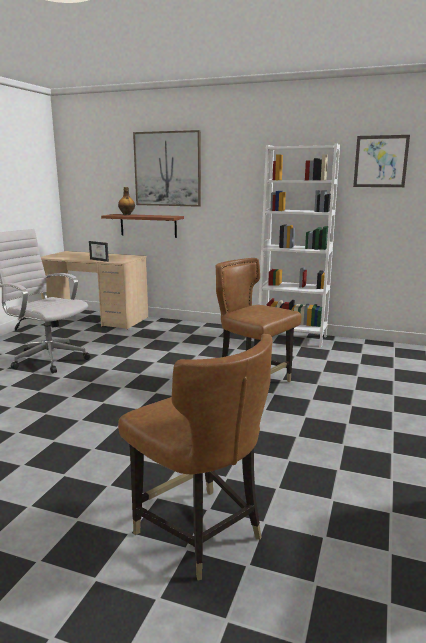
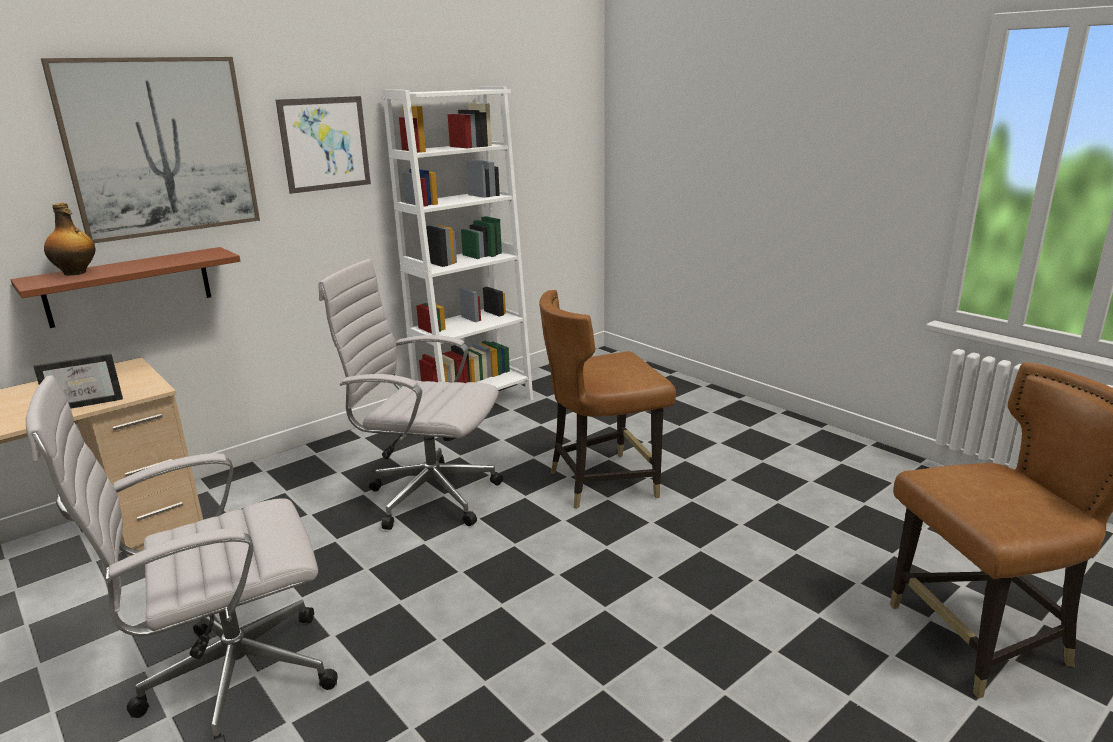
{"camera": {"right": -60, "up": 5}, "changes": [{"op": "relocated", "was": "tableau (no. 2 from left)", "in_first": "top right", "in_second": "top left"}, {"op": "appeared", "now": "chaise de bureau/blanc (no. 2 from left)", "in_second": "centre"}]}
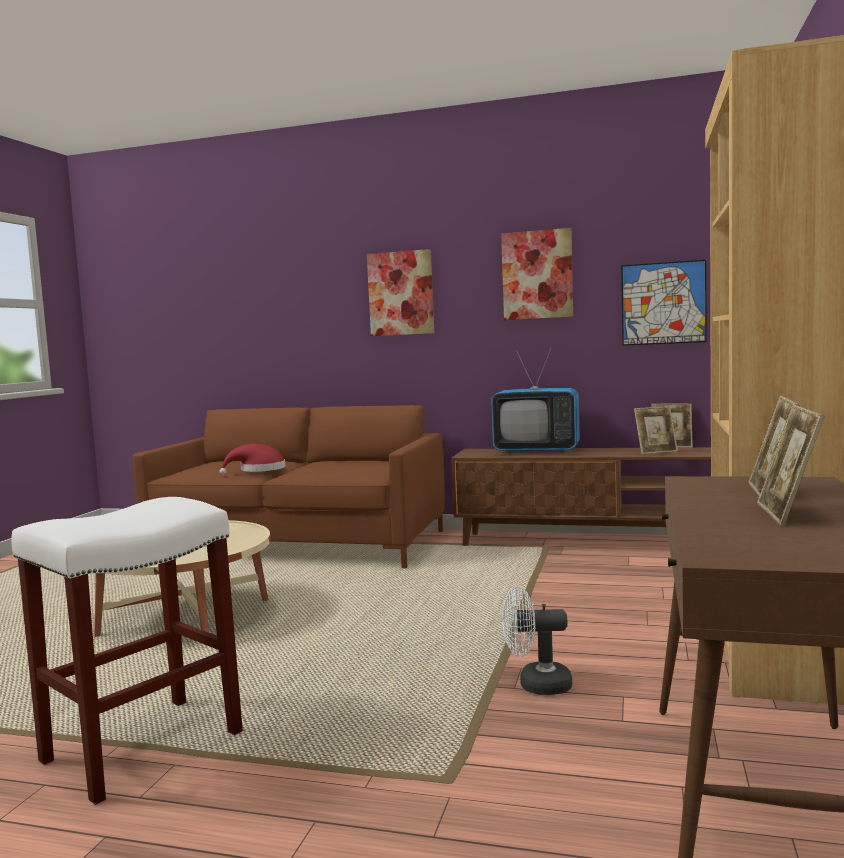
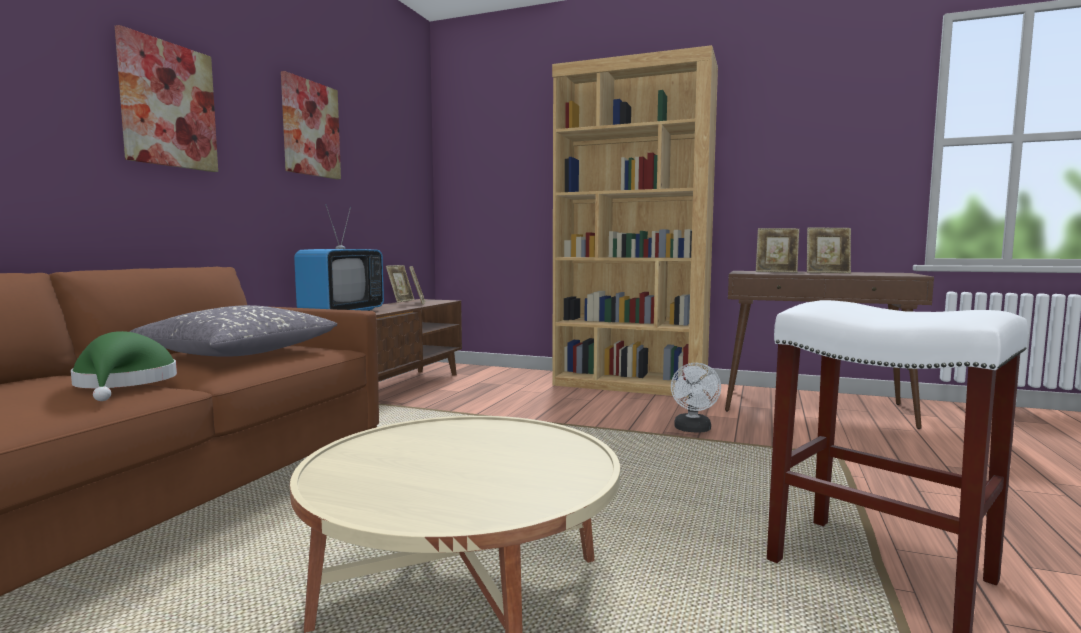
{"camera": {"right": -85, "up": 0}, "changes": [{"op": "colour", "was": "chapeau/rouge", "now": "chapeau/vert", "in_first": "middle left", "in_second": "middle left"}, {"op": "missing", "was": "tableau (no. 3 from left)", "in_first": "middle right"}, {"op": "appeared", "now": "coussin/gris", "in_second": "middle left"}]}
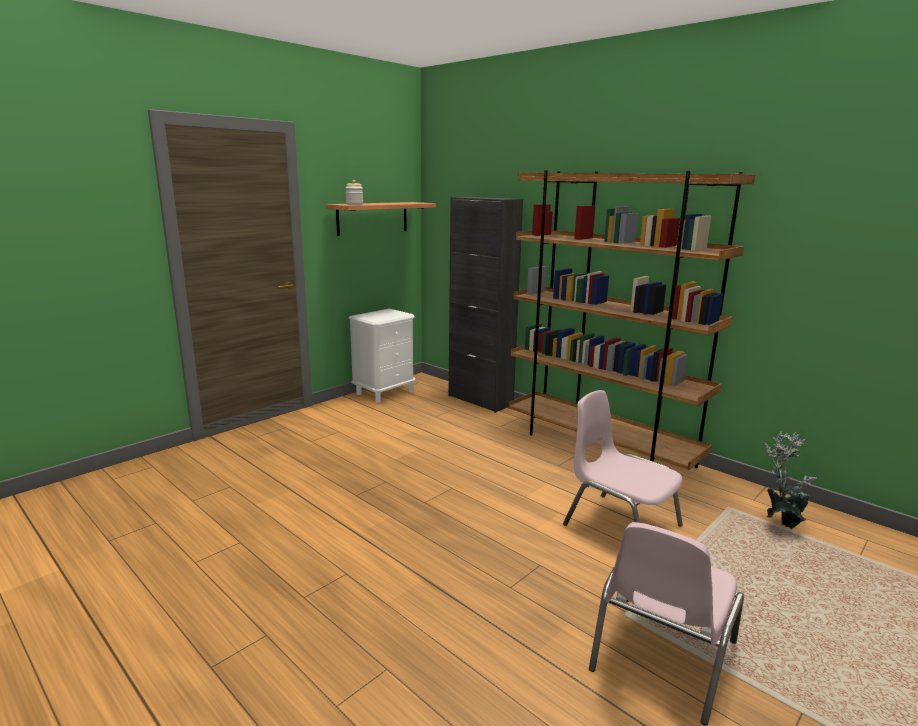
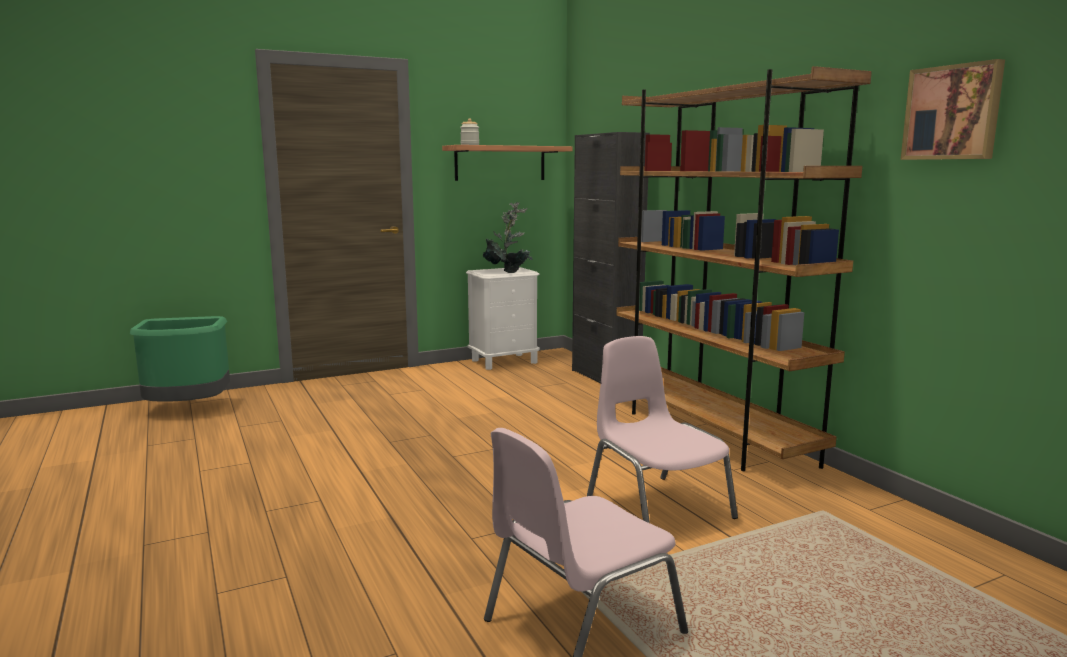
{"camera": {"right": 20, "up": -5}, "changes": [{"op": "relocated", "was": "plante en pot", "in_first": "middle right", "in_second": "centre"}, {"op": "appeared", "now": "poubelle/vert", "in_second": "middle left"}, {"op": "appeared", "now": "tableau", "in_second": "top right"}]}
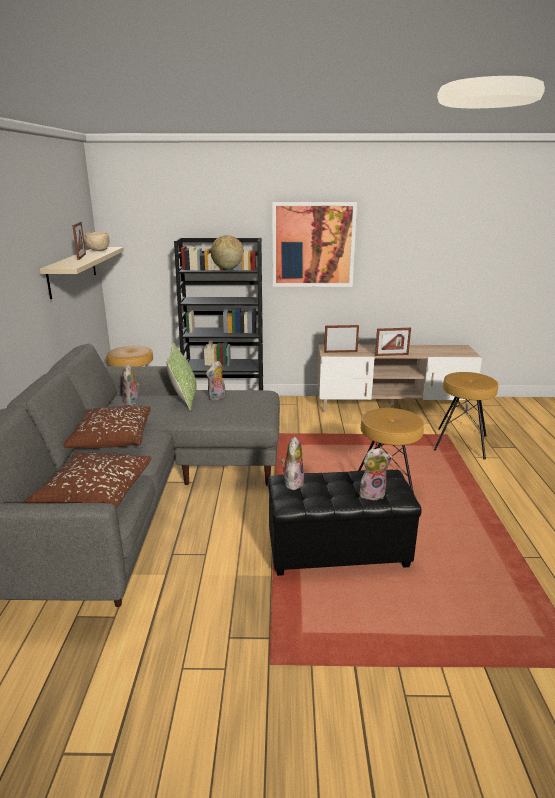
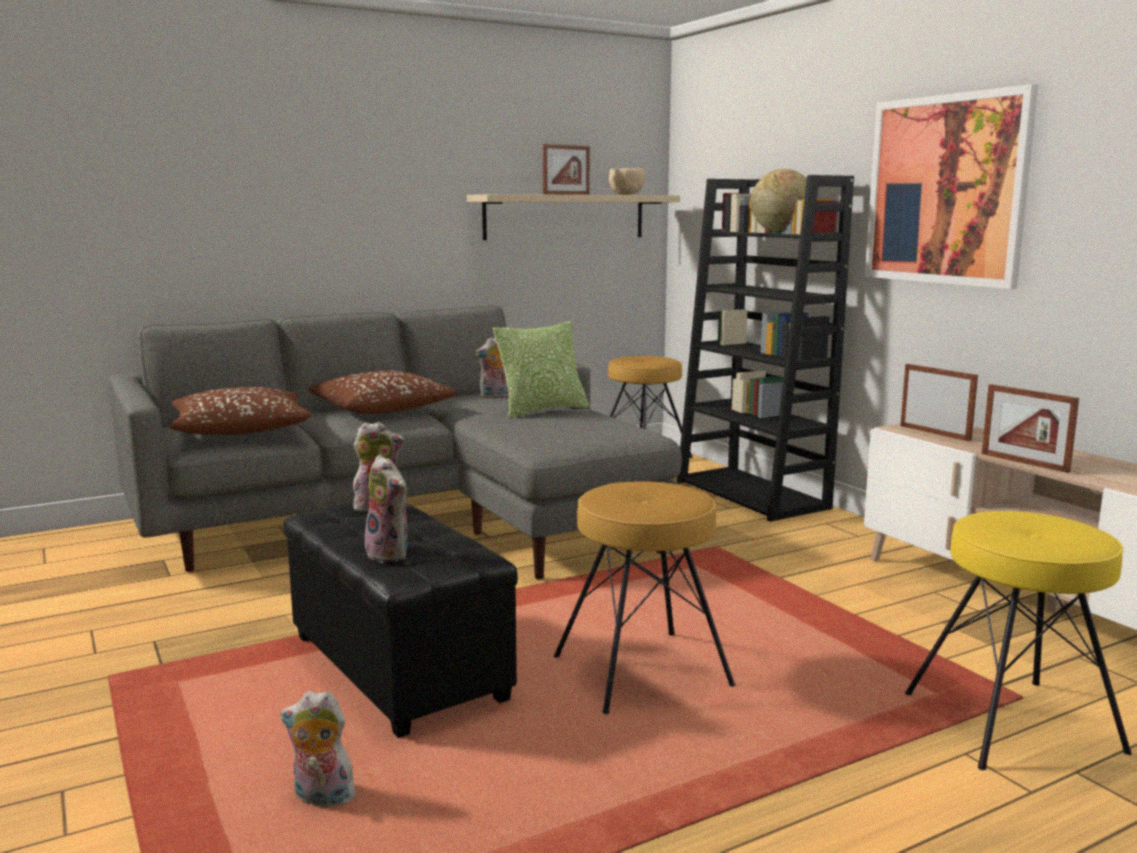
{"camera": {"right": 60, "up": -10}, "changes": [{"op": "relocated", "was": "peluche (no. 2 from left in the first image)", "now": "peluche (no. 1 from left)", "in_first": "centre", "in_second": "bottom left"}, {"op": "colour", "was": "tabouret/marron (no. 3 from left)", "now": "tabouret/jaune", "in_first": "middle right", "in_second": "bottom right"}]}
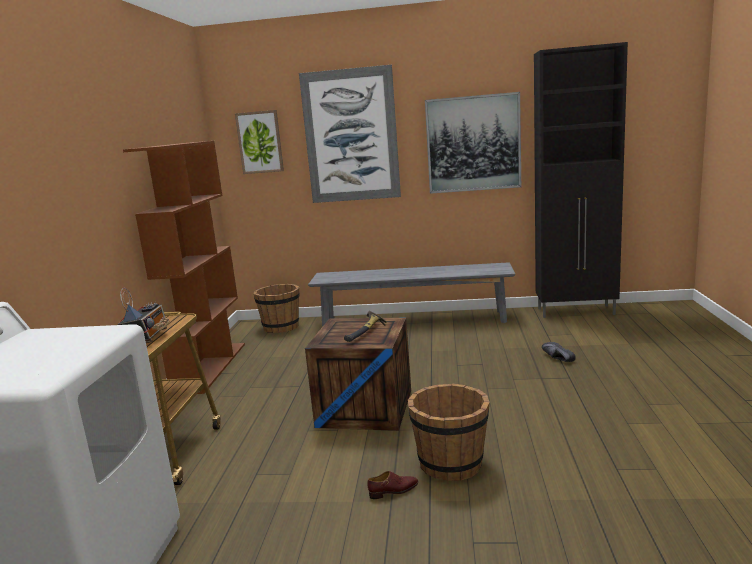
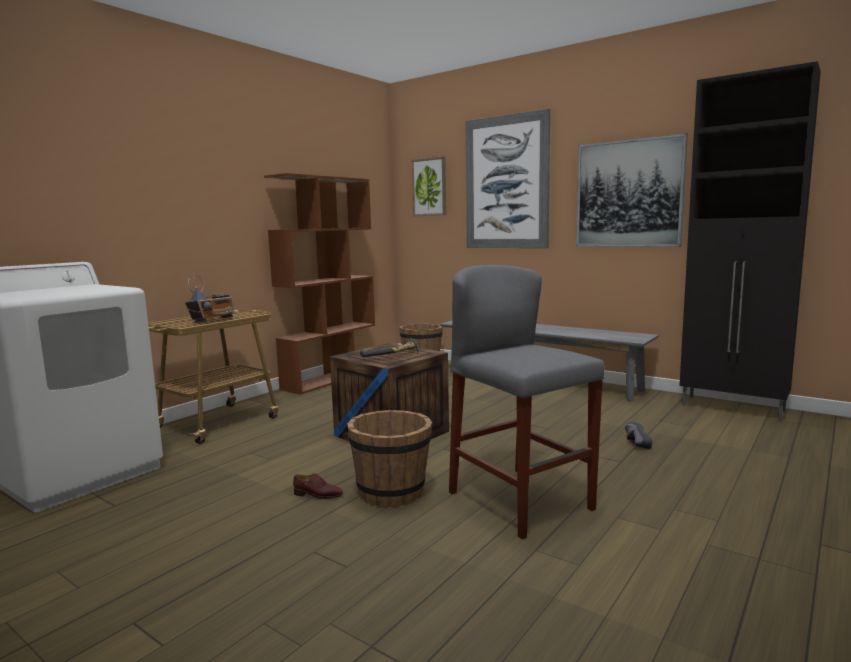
{"camera": {"right": 30, "up": -5}, "changes": [{"op": "appeared", "now": "tabouret/gris", "in_second": "centre"}]}
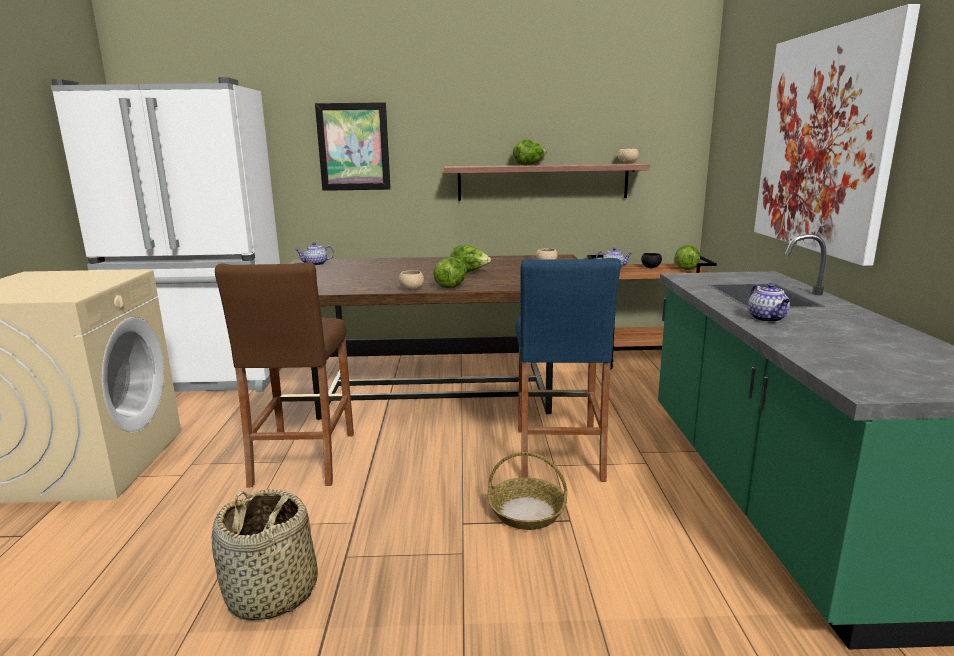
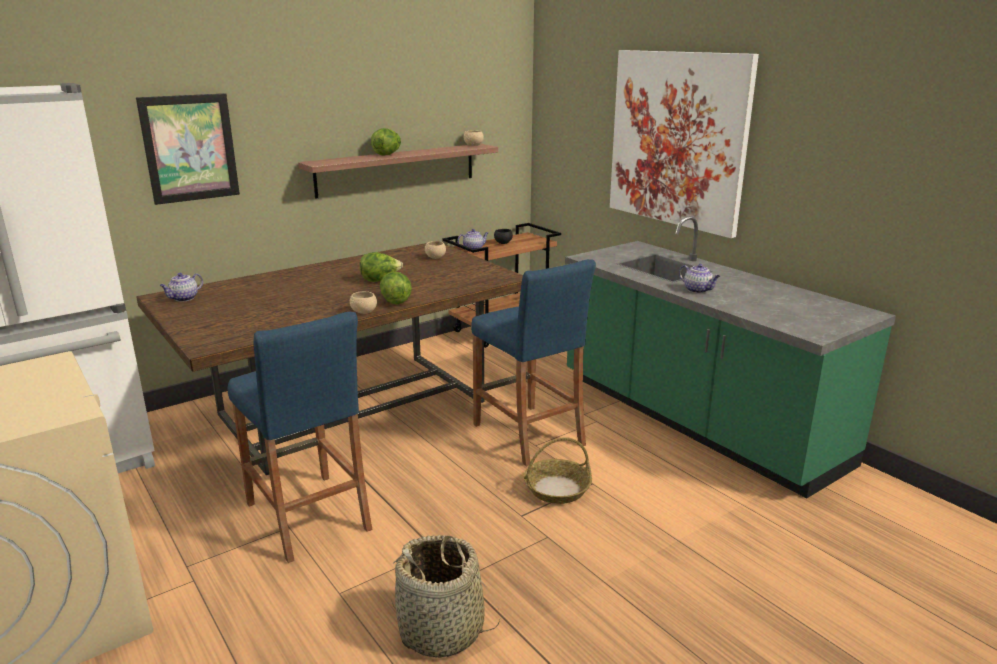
{"camera": {"right": -35, "up": 5}, "changes": [{"op": "colour", "was": "tabouret/marron", "now": "tabouret/bleu (no. 1 from left)", "in_first": "middle left", "in_second": "middle left"}, {"op": "missing", "was": "laitue (no. 4 from left)", "in_first": "middle right"}]}
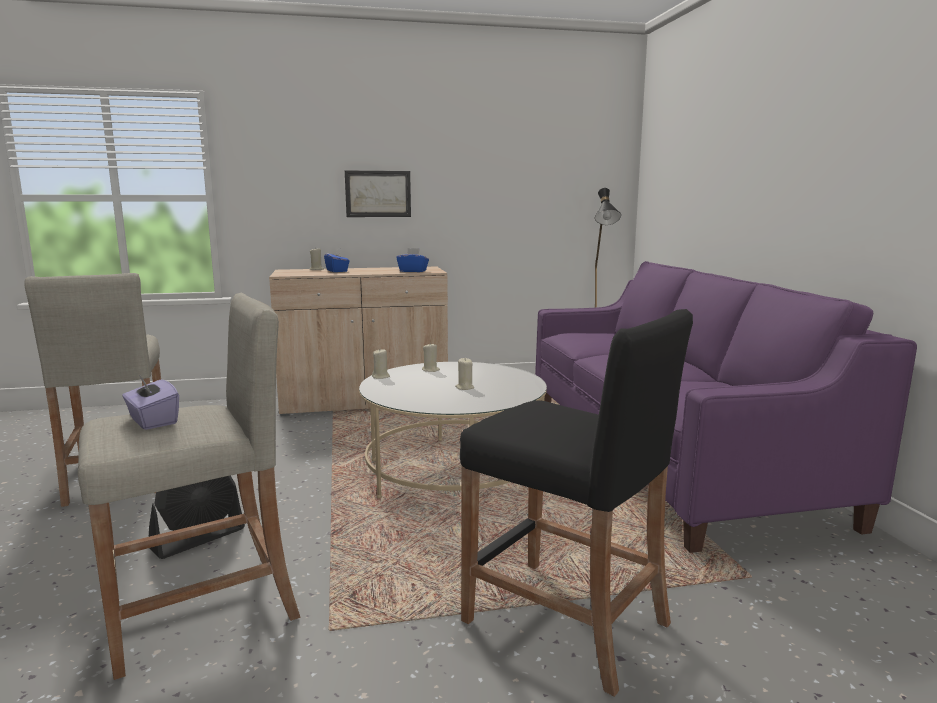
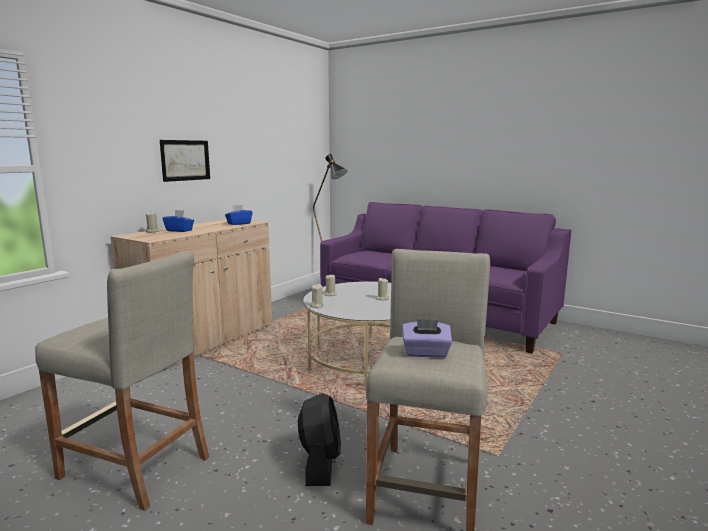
{"camera": {"right": -45, "up": 0}, "changes": [{"op": "missing", "was": "tabouret/noir", "in_first": "bottom centre"}]}
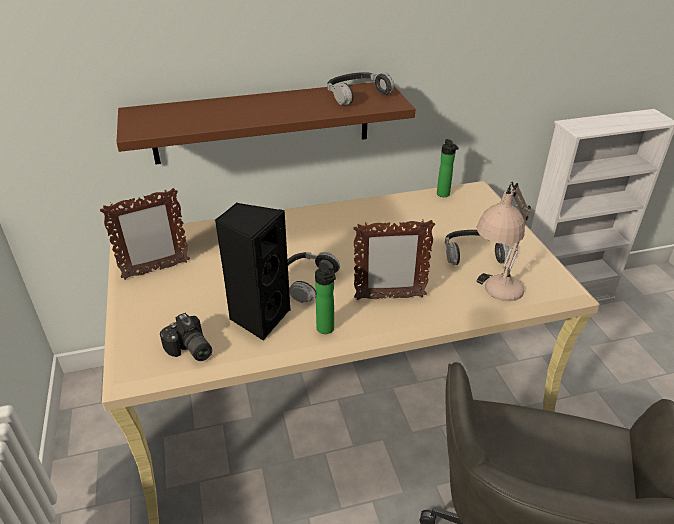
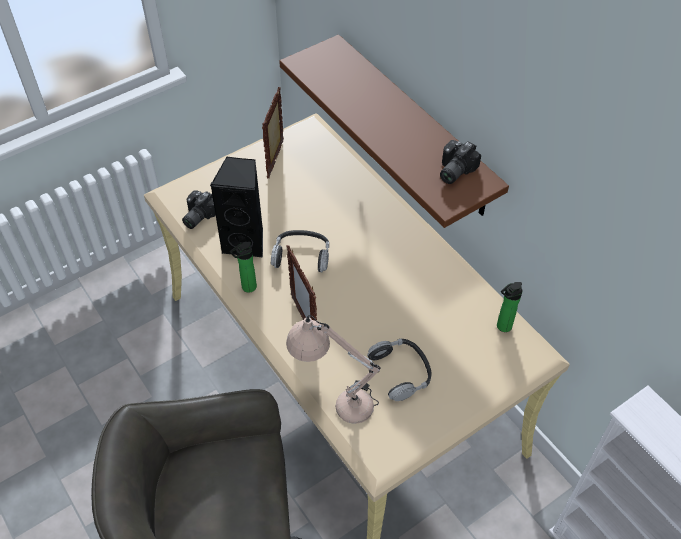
{"camera": {"right": 70, "up": 15}, "changes": [{"op": "spun", "was": "cadre photo (no. 1 from left)", "in_first": "middle left", "in_second": "top centre", "clockwise": 60}, {"op": "exchanged", "was": "casque audio (no. 2 from left)", "now": "appareil photo (no. 2 from left)", "in_first": "top centre", "in_second": "top right"}]}
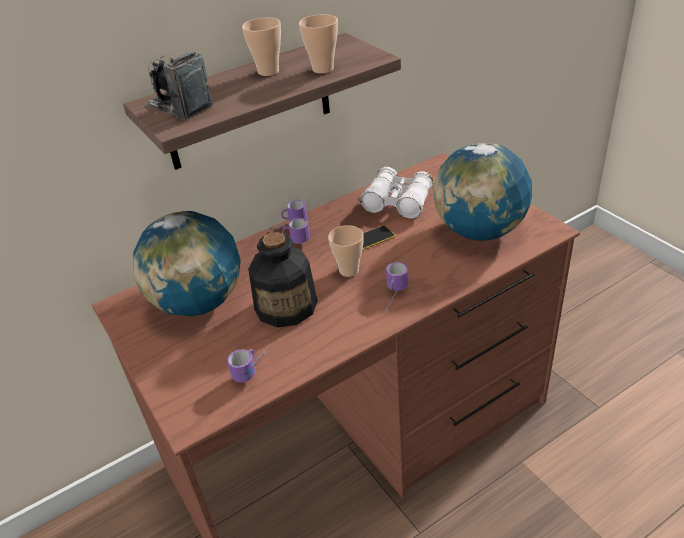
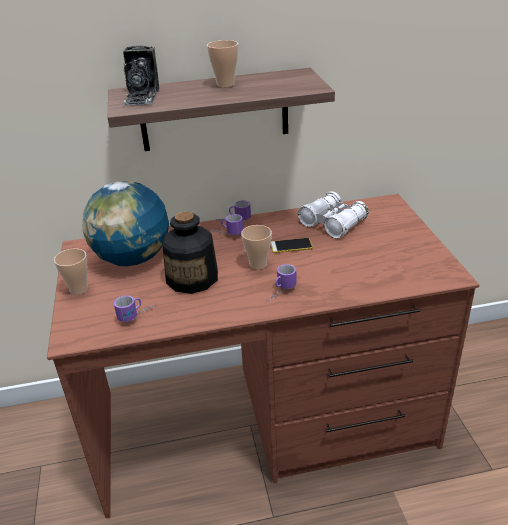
{"camera": {"right": 20, "up": -5}, "changes": [{"op": "spun", "was": "appareil photo", "in_first": "top left", "in_second": "top left", "clockwise": -150}, {"op": "relocated", "was": "tasse (no. 2 from left in the first image)", "now": "tasse (no. 1 from left)", "in_first": "top centre", "in_second": "middle left"}, {"op": "missing", "was": "globe (no. 2 from left)", "in_first": "middle right"}]}
